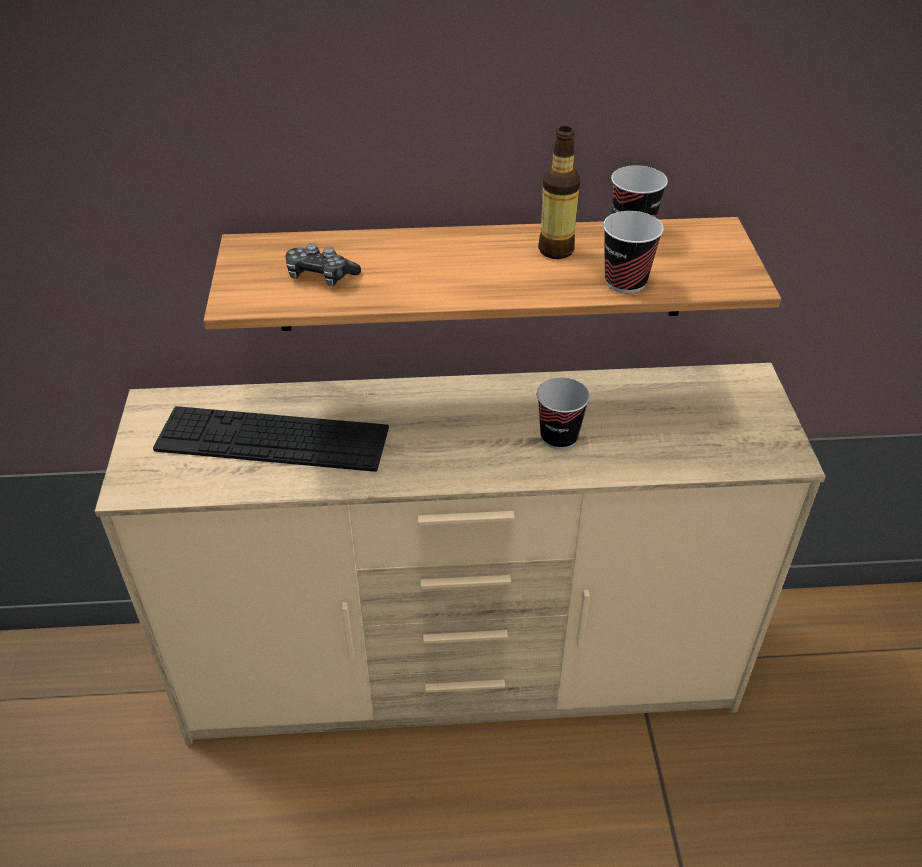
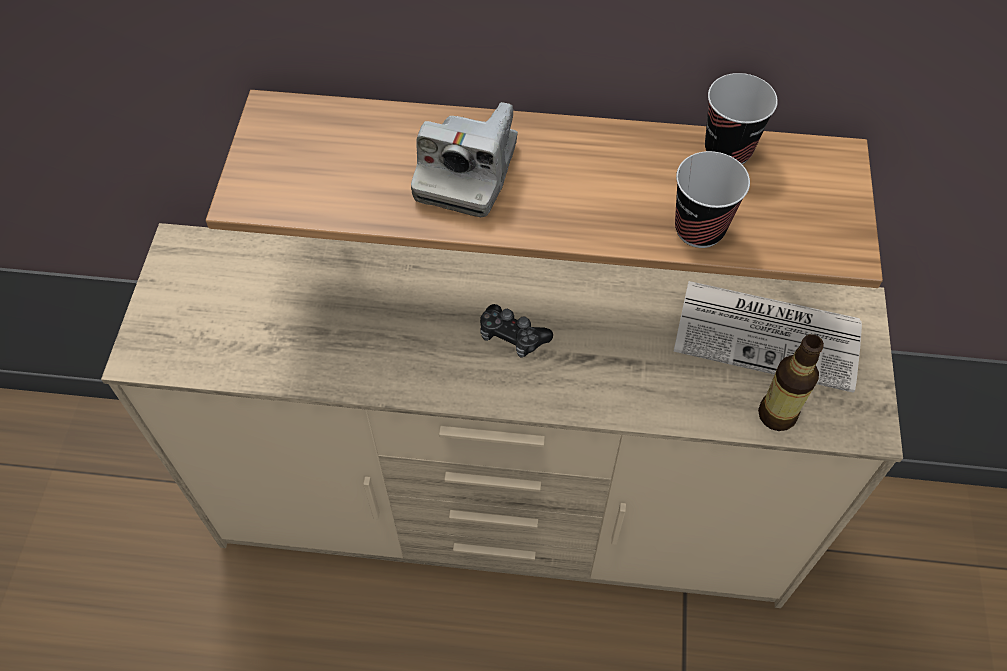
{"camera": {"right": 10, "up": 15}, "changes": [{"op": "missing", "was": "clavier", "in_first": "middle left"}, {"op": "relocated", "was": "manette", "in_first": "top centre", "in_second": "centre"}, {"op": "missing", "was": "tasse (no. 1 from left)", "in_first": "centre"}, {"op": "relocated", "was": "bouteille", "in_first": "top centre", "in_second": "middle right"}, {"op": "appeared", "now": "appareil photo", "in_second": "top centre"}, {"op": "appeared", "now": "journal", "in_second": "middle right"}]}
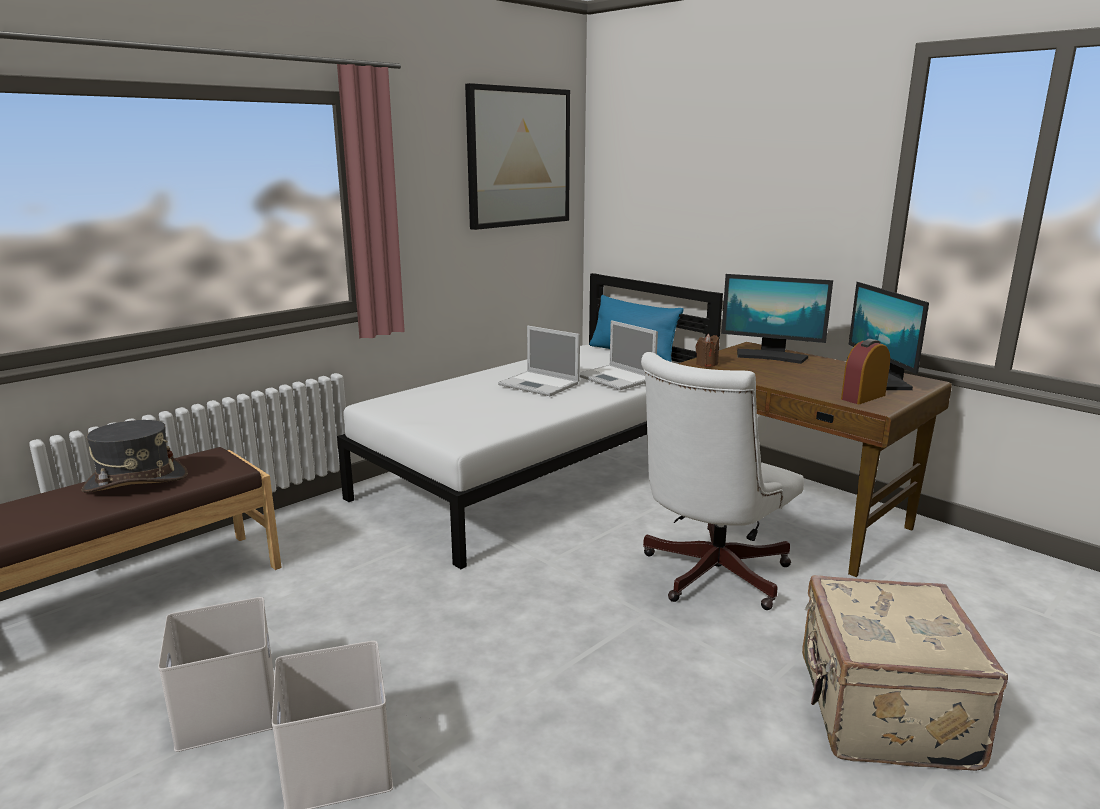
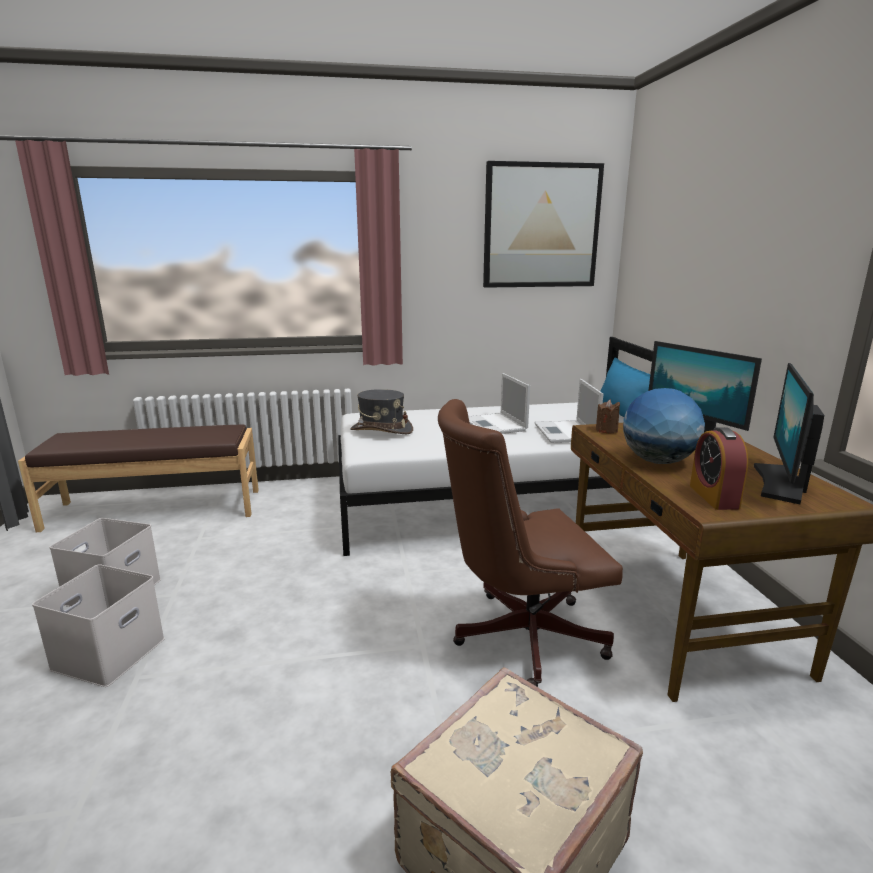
{"camera": {"right": 35, "up": 0}, "changes": [{"op": "relocated", "was": "chapeau/gris", "in_first": "middle left", "in_second": "centre"}, {"op": "colour", "was": "chaise de bureau/blanc", "now": "chaise de bureau/marron", "in_first": "centre", "in_second": "centre"}, {"op": "spun", "was": "réveil", "in_first": "middle right", "in_second": "middle right", "clockwise": -90}, {"op": "appeared", "now": "globe", "in_second": "middle right"}]}
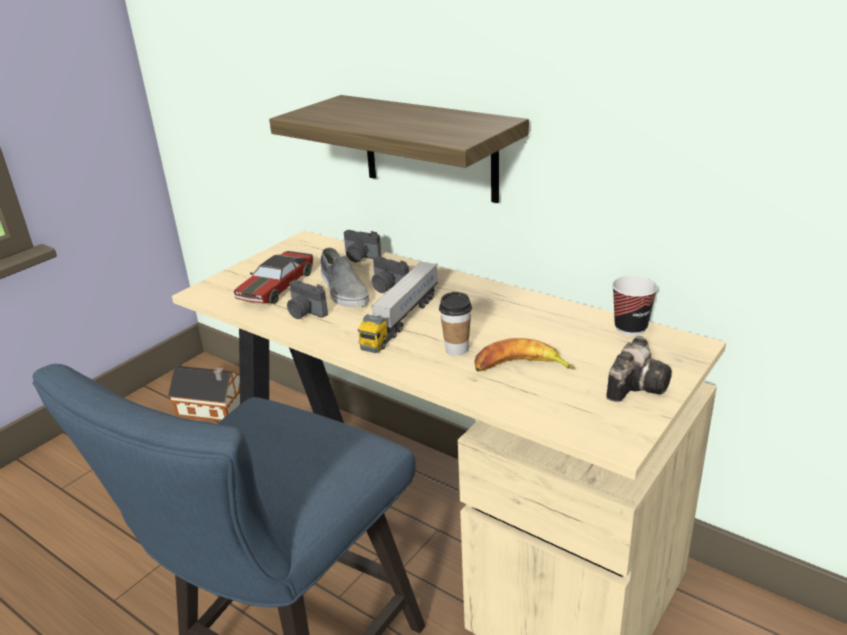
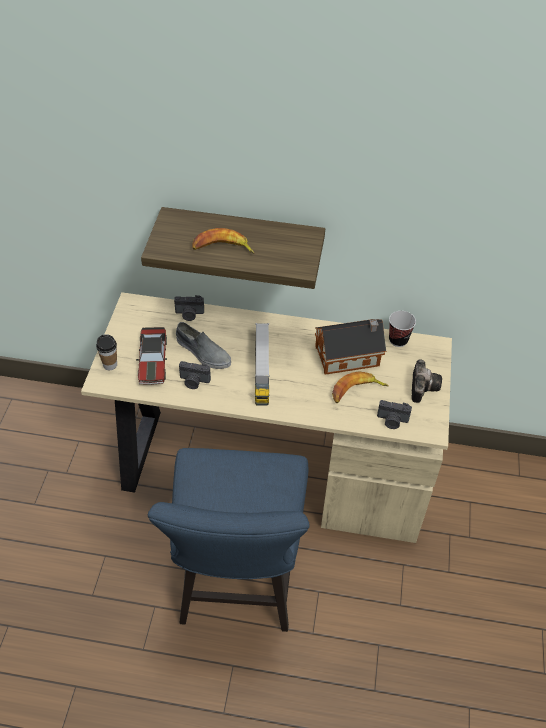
{"camera": {"right": -30, "up": 20}, "changes": [{"op": "relocated", "was": "maison miniature", "in_first": "middle left", "in_second": "centre"}, {"op": "relocated", "was": "appareil photo (no. 3 from left)", "in_first": "centre", "in_second": "middle right"}, {"op": "relocated", "was": "tasse (no. 1 from left)", "in_first": "centre", "in_second": "middle left"}, {"op": "appeared", "now": "banane (no. 1 from left)", "in_second": "top centre"}]}
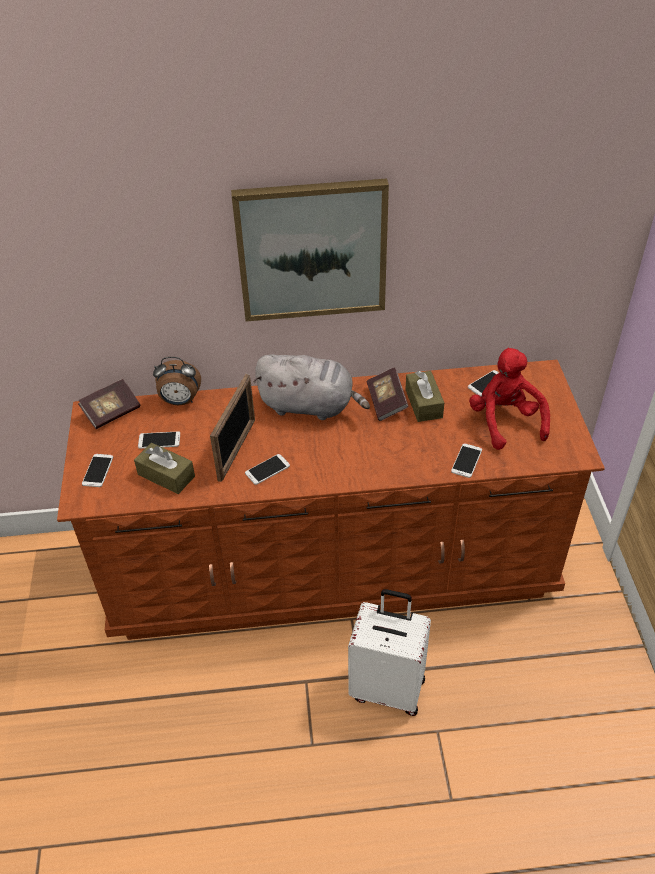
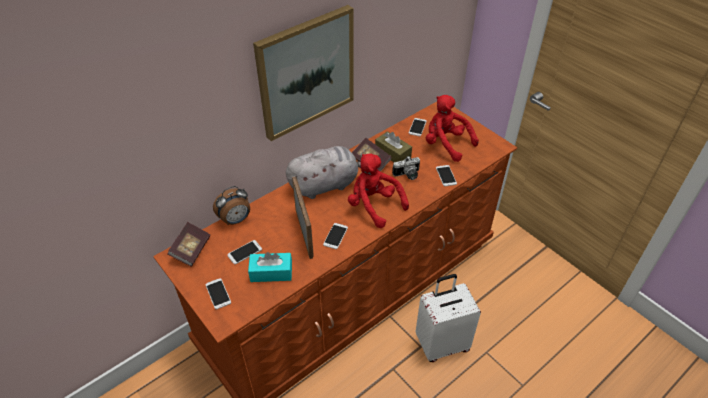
{"camera": {"right": -35, "up": 0}, "changes": [{"op": "colour", "was": "boîte à mouchoirs/marron (no. 1 from left)", "now": "boîte à mouchoirs/turquoise", "in_first": "middle left", "in_second": "bottom centre"}, {"op": "appeared", "now": "peluche/rouge (no. 1 from left)", "in_second": "centre"}, {"op": "appeared", "now": "appareil photo", "in_second": "centre"}]}
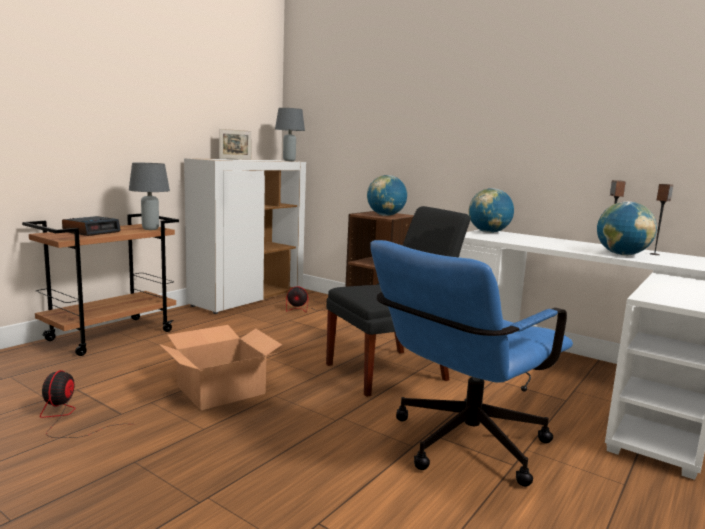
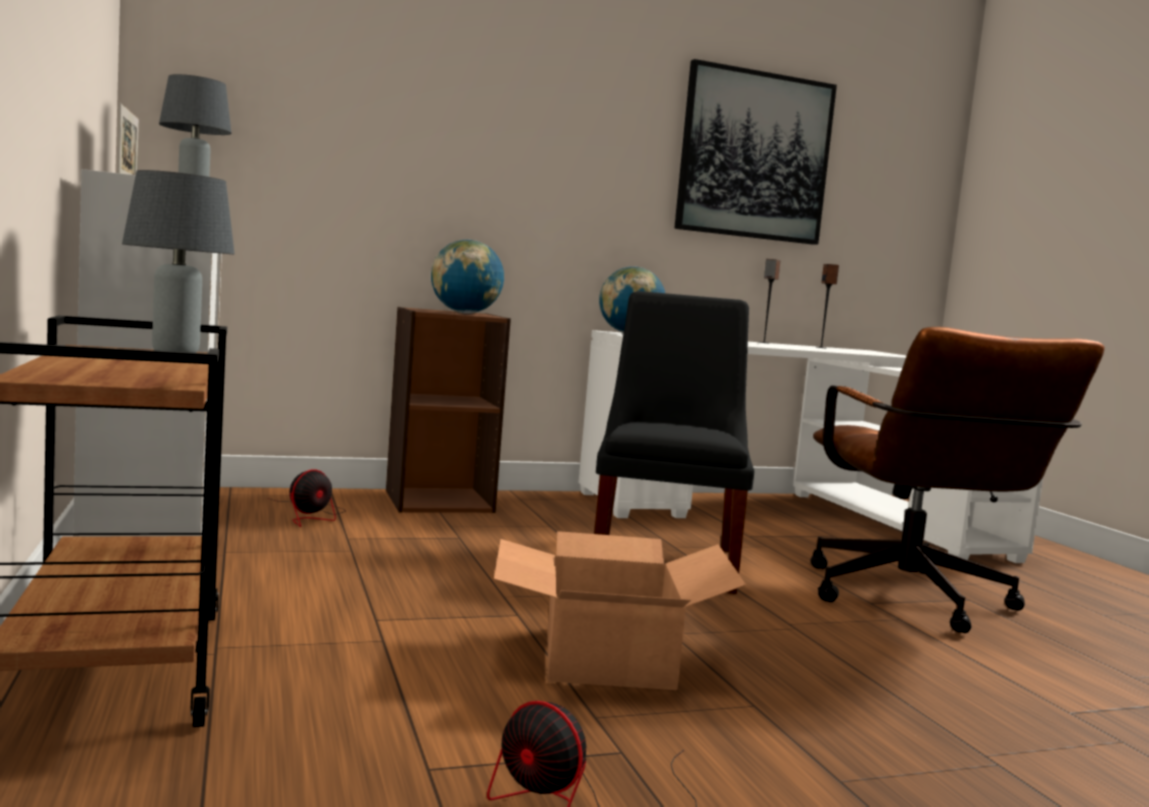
{"camera": {"right": -55, "up": -5}, "changes": [{"op": "missing", "was": "réveil", "in_first": "middle left"}, {"op": "colour", "was": "chaise de bureau/bleu", "now": "chaise de bureau/marron", "in_first": "bottom right", "in_second": "middle right"}, {"op": "missing", "was": "globe (no. 3 from left)", "in_first": "middle right"}, {"op": "appeared", "now": "tableau", "in_second": "top centre"}]}
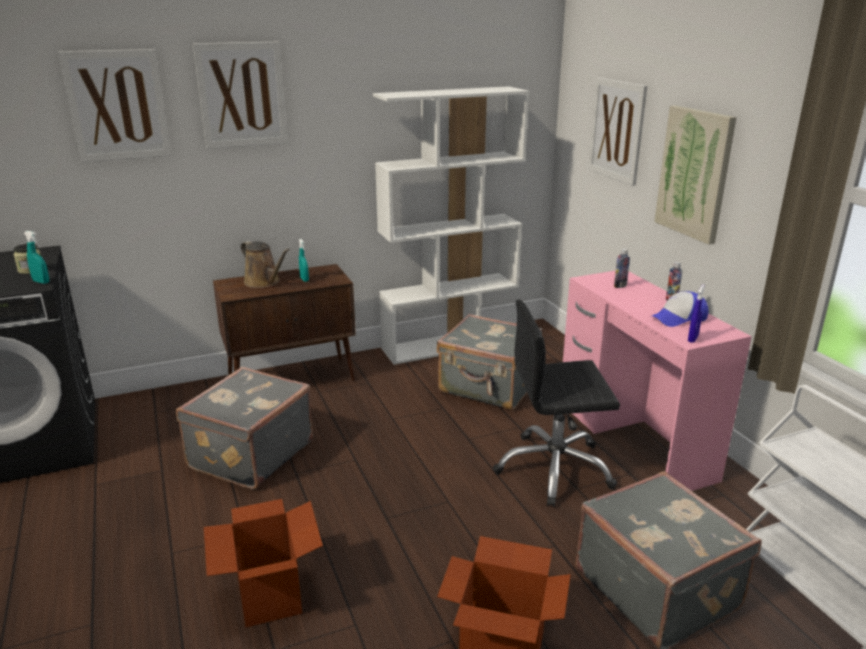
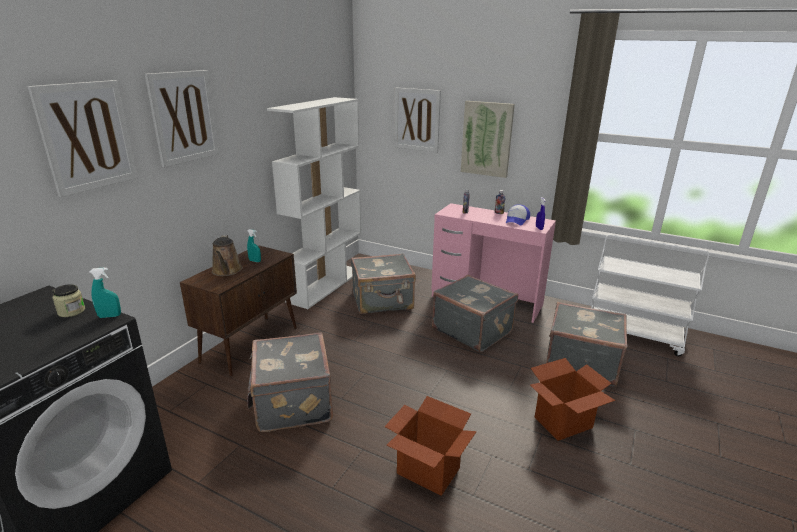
{"camera": {"right": -40, "up": 0}, "changes": [{"op": "spun", "was": "arrosoir/marron", "in_first": "middle left", "in_second": "middle left", "clockwise": 75}, {"op": "exchanged", "was": "chaise de bureau/noir", "now": "valise/gris (no. 3 from left)", "in_first": "centre", "in_second": "centre"}]}
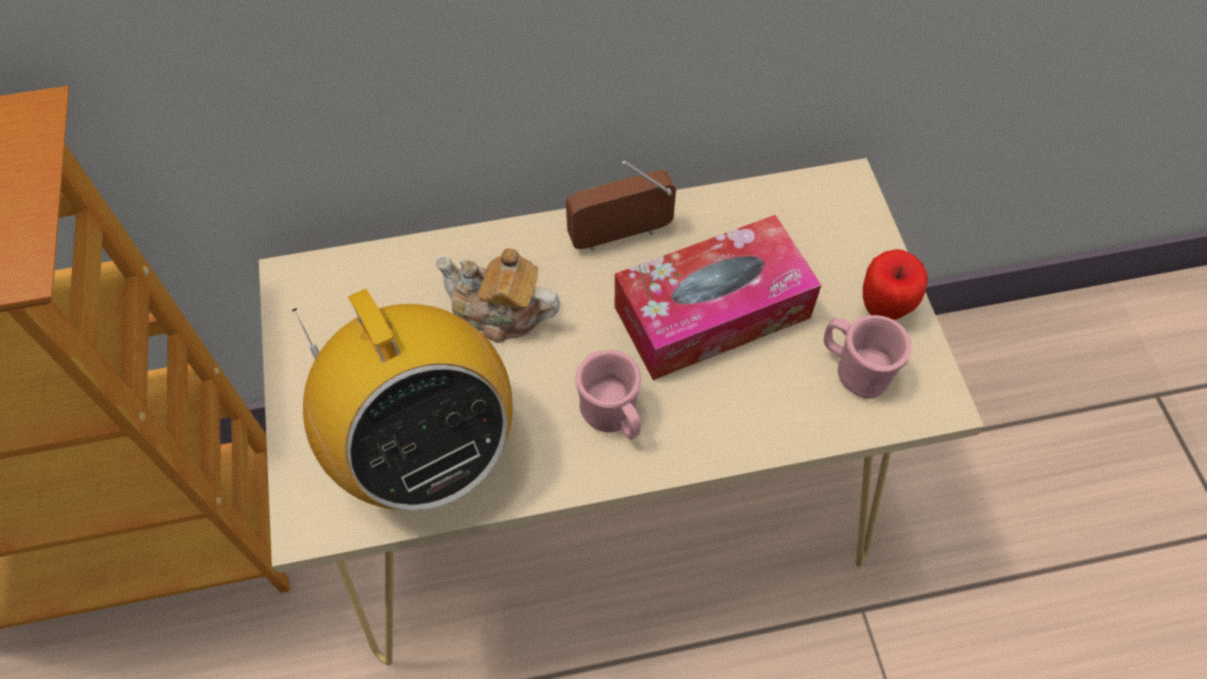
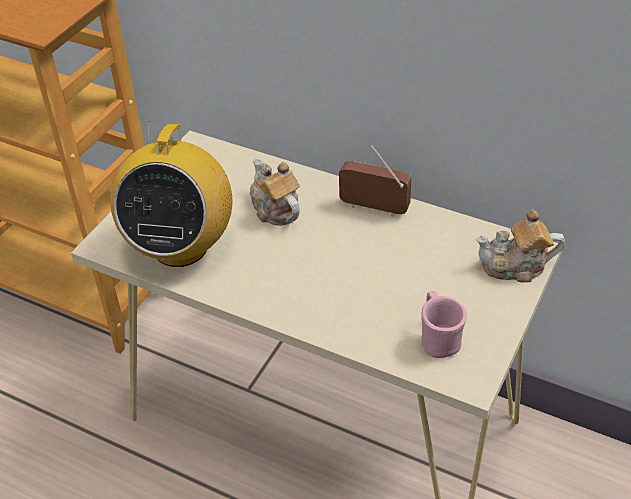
{"camera": {"right": 40, "up": -15}, "changes": [{"op": "missing", "was": "mug/rose (no. 1 from left)", "in_first": "centre"}, {"op": "missing", "was": "boîte à mouchoirs", "in_first": "centre"}, {"op": "missing", "was": "pomme", "in_first": "middle right"}, {"op": "appeared", "now": "théière (no. 2 from left)", "in_second": "middle right"}]}
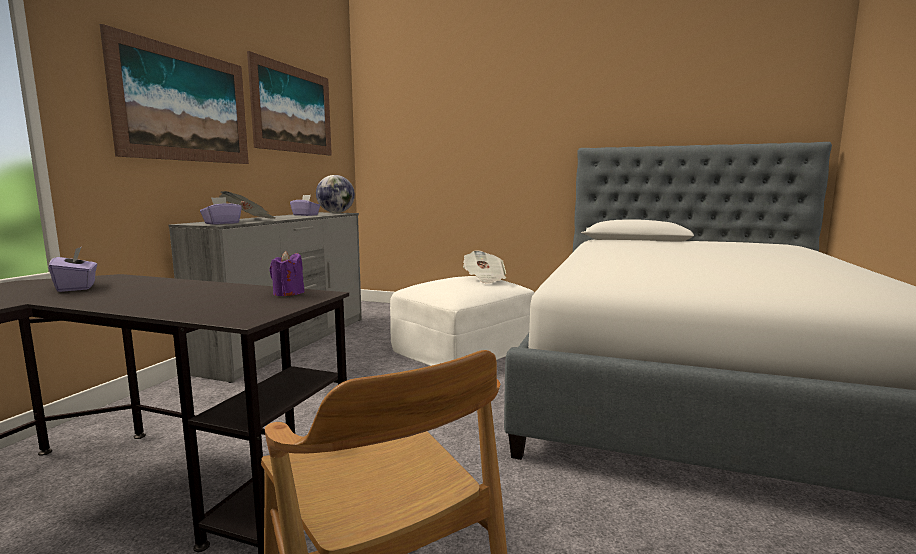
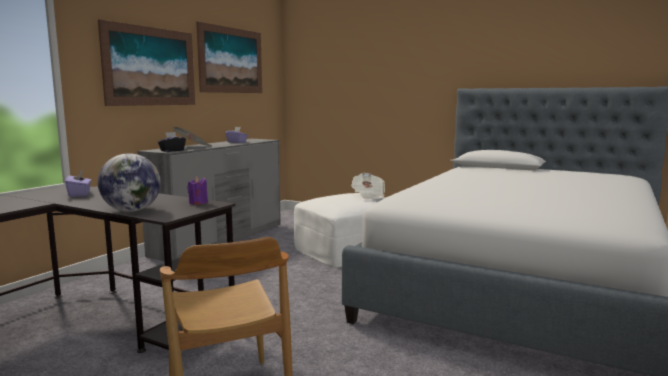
{"camera": {"right": 10, "up": 0}, "changes": [{"op": "colour", "was": "boîte à mouchoirs/violet (no. 2 from left)", "now": "boîte à mouchoirs/noir", "in_first": "middle left", "in_second": "middle left"}, {"op": "relocated", "was": "globe", "in_first": "centre", "in_second": "middle left"}]}
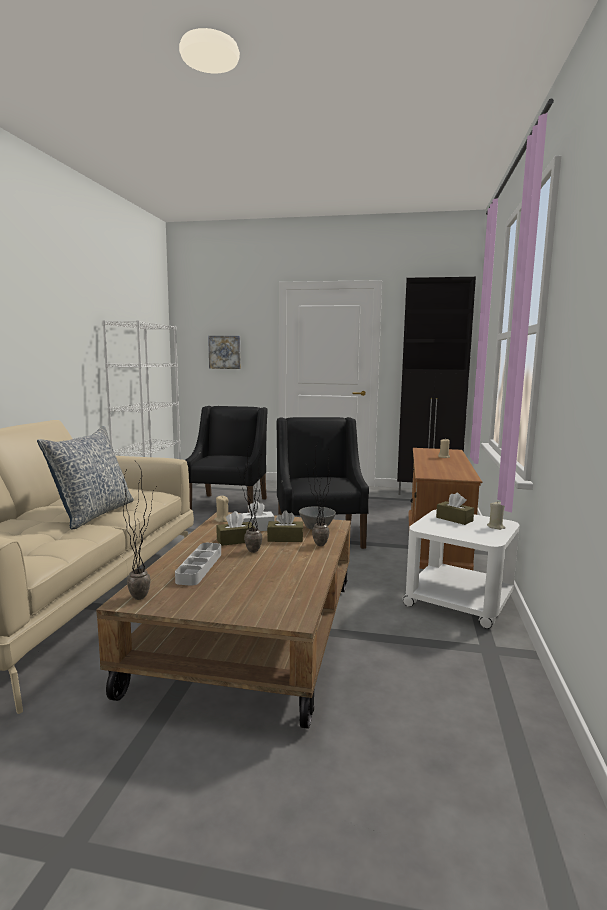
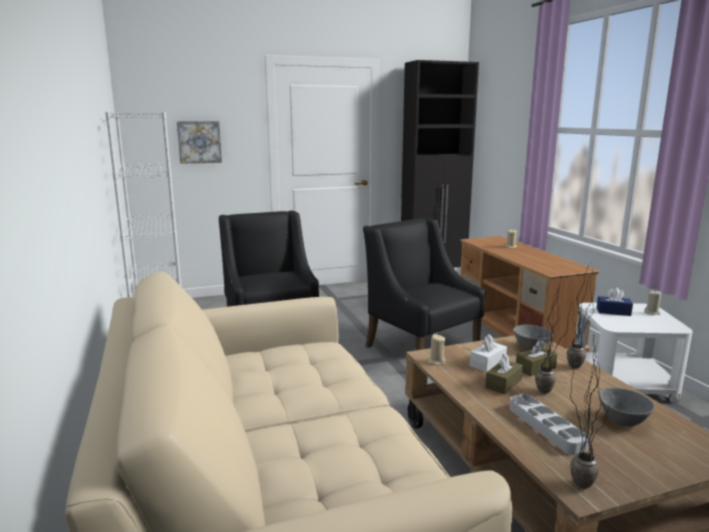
{"camera": {"right": -30, "up": 5}, "changes": [{"op": "missing", "was": "coussin", "in_first": "middle left"}, {"op": "colour", "was": "boîte à mouchoirs/marron (no. 3 from left)", "now": "boîte à mouchoirs/bleu", "in_first": "middle right", "in_second": "middle right"}, {"op": "appeared", "now": "bol/gris (no. 2 from left)", "in_second": "bottom right"}]}
